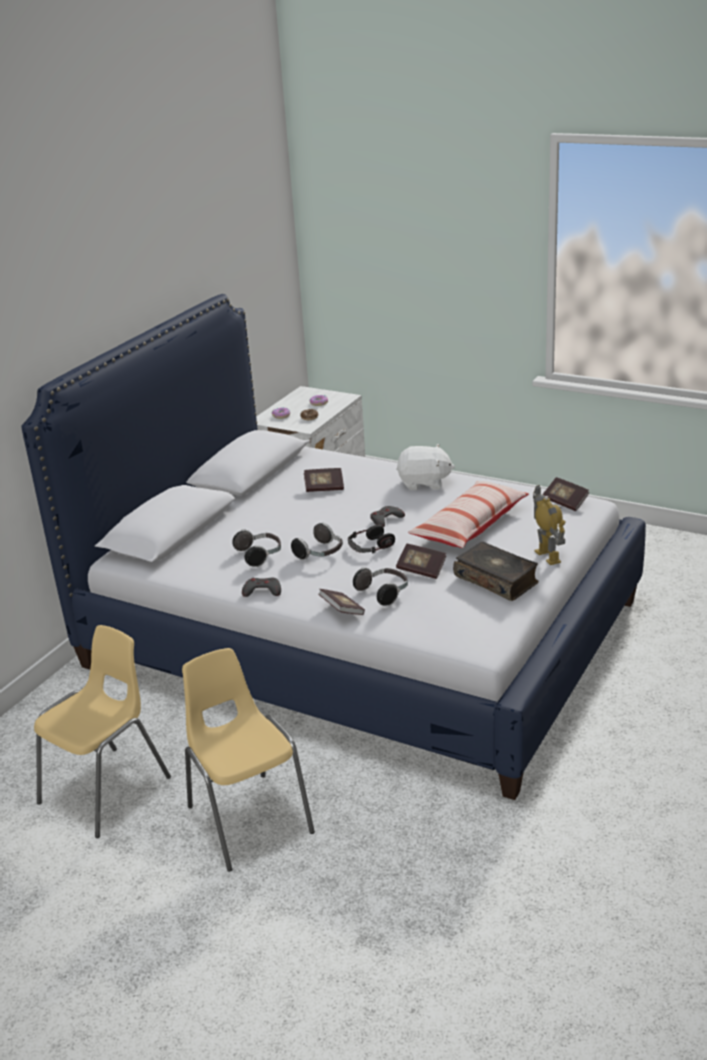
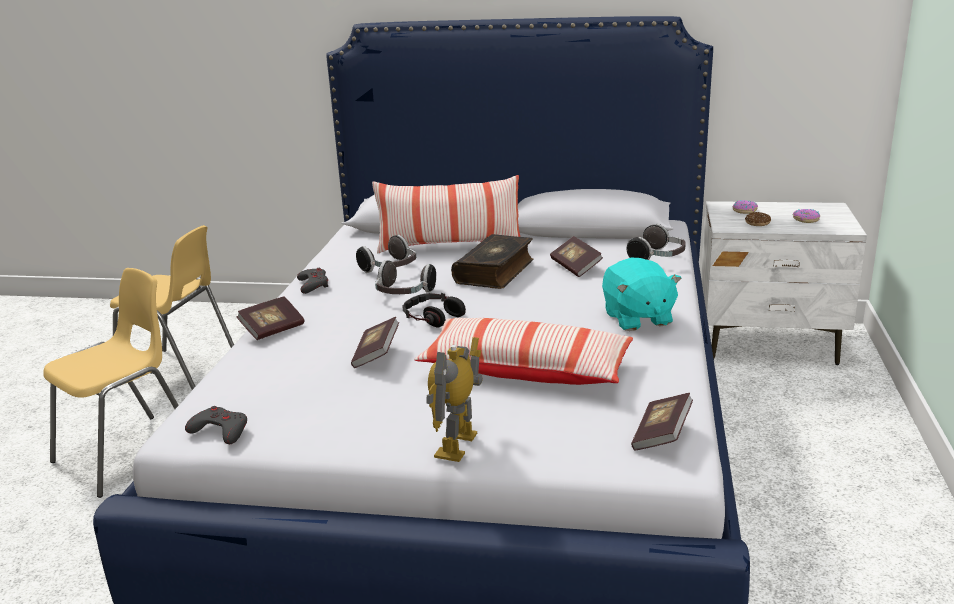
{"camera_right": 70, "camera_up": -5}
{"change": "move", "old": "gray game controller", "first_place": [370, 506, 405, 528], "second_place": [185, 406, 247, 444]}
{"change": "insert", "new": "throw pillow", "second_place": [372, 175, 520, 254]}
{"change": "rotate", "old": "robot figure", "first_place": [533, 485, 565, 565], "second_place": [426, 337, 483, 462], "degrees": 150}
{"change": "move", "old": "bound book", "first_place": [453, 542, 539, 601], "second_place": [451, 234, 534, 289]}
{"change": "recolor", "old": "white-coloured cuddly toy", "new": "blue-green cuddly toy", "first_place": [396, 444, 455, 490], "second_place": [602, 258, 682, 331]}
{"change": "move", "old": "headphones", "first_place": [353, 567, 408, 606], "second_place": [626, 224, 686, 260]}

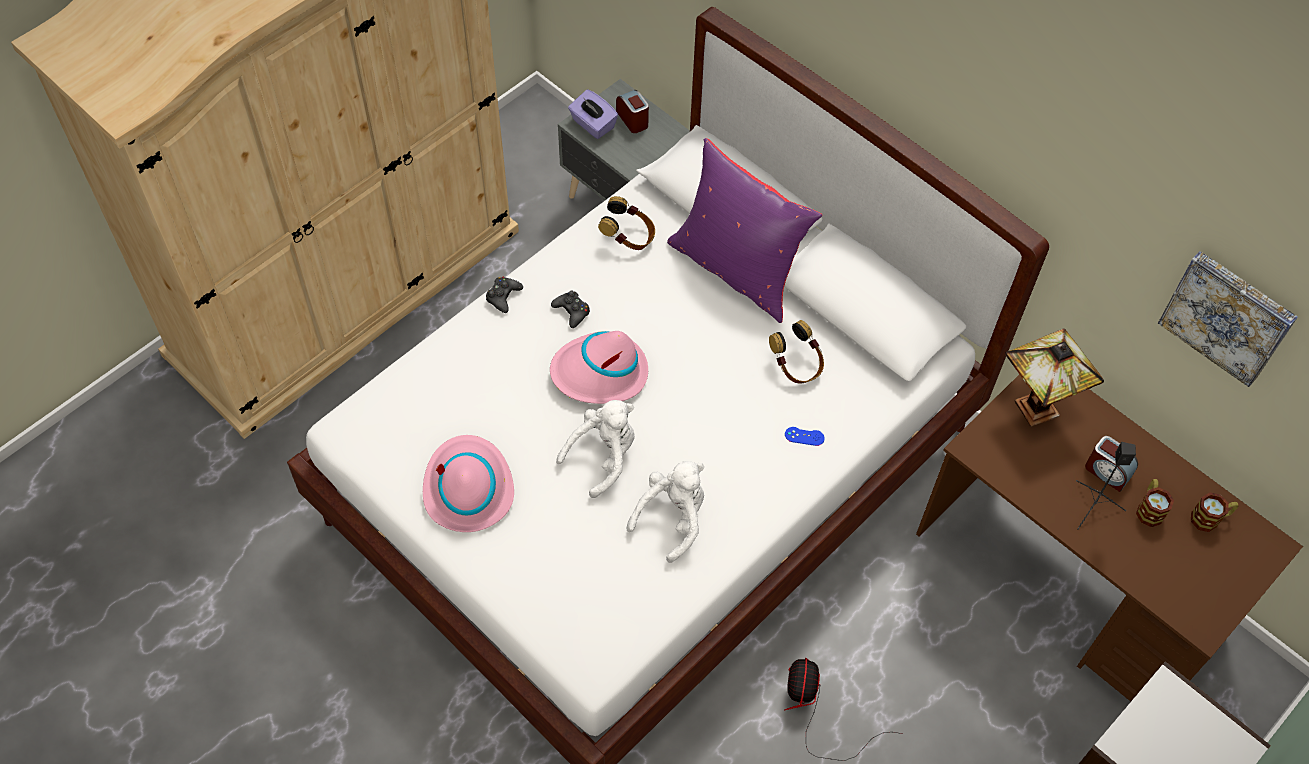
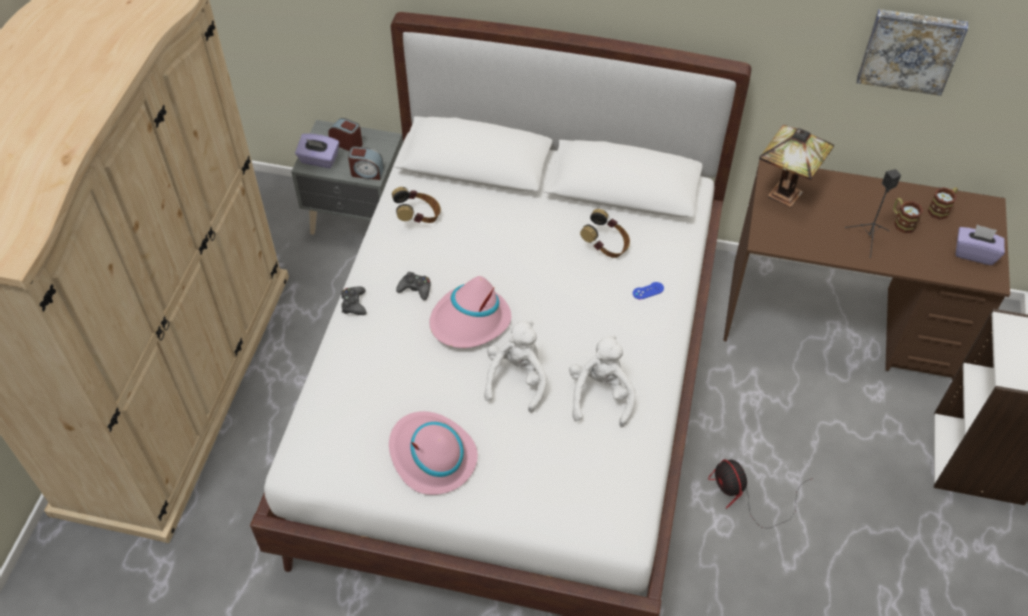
{"camera_right": -30, "camera_up": -5}
{"change": "move", "old": "bedside clock", "first_place": [1085, 436, 1138, 492], "second_place": [348, 146, 384, 180]}
{"change": "insert", "new": "purple-coloured box of tissues", "second_place": [956, 224, 1005, 265]}
{"change": "delete", "old": "purple-coloured throw pillow", "first_place": [667, 138, 822, 323]}

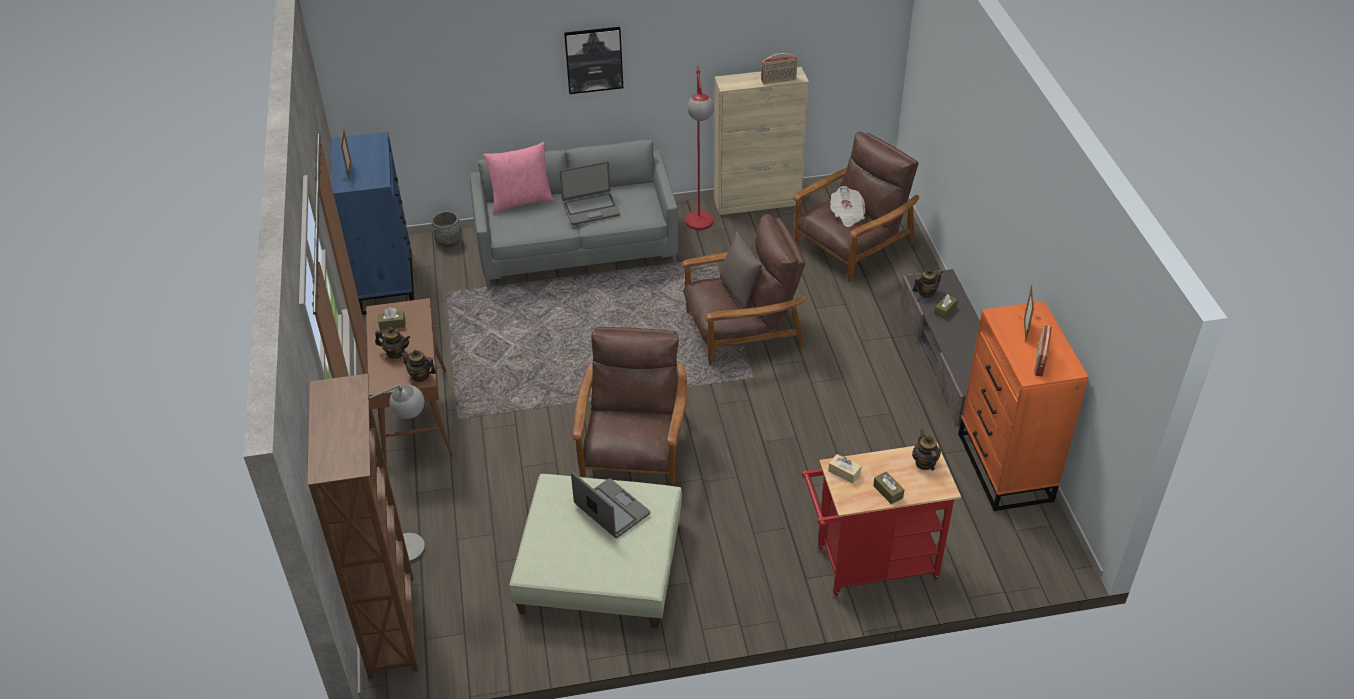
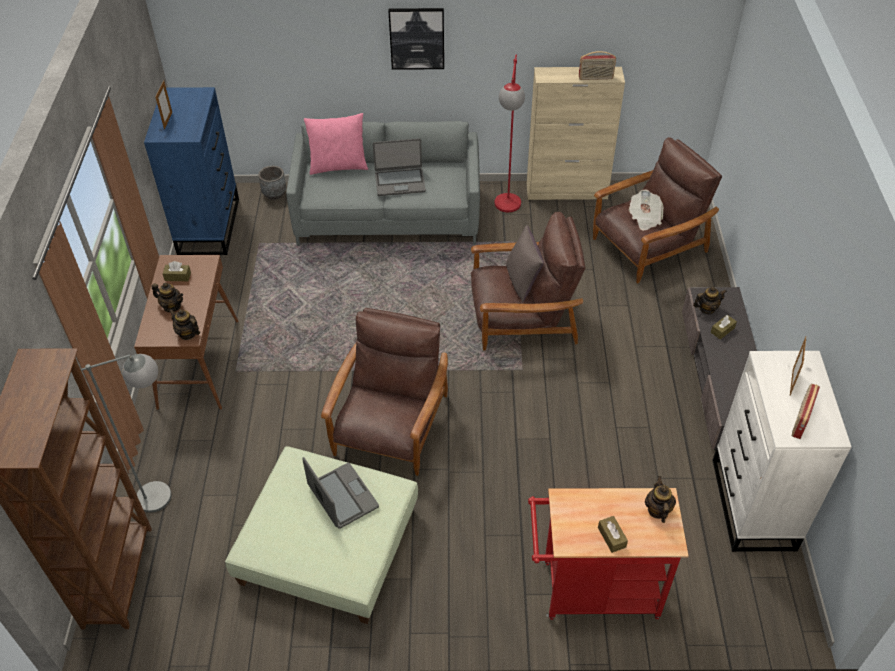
{"camera_right": 10, "camera_up": 5}
{"change": "recolor", "old": "orange chest of drawers", "new": "white-coloured chest of drawers", "first_place": [958, 301, 1089, 511], "second_place": [712, 351, 852, 552]}
{"change": "delete", "old": "beige-coloured box of tissues", "first_place": [828, 454, 862, 483]}

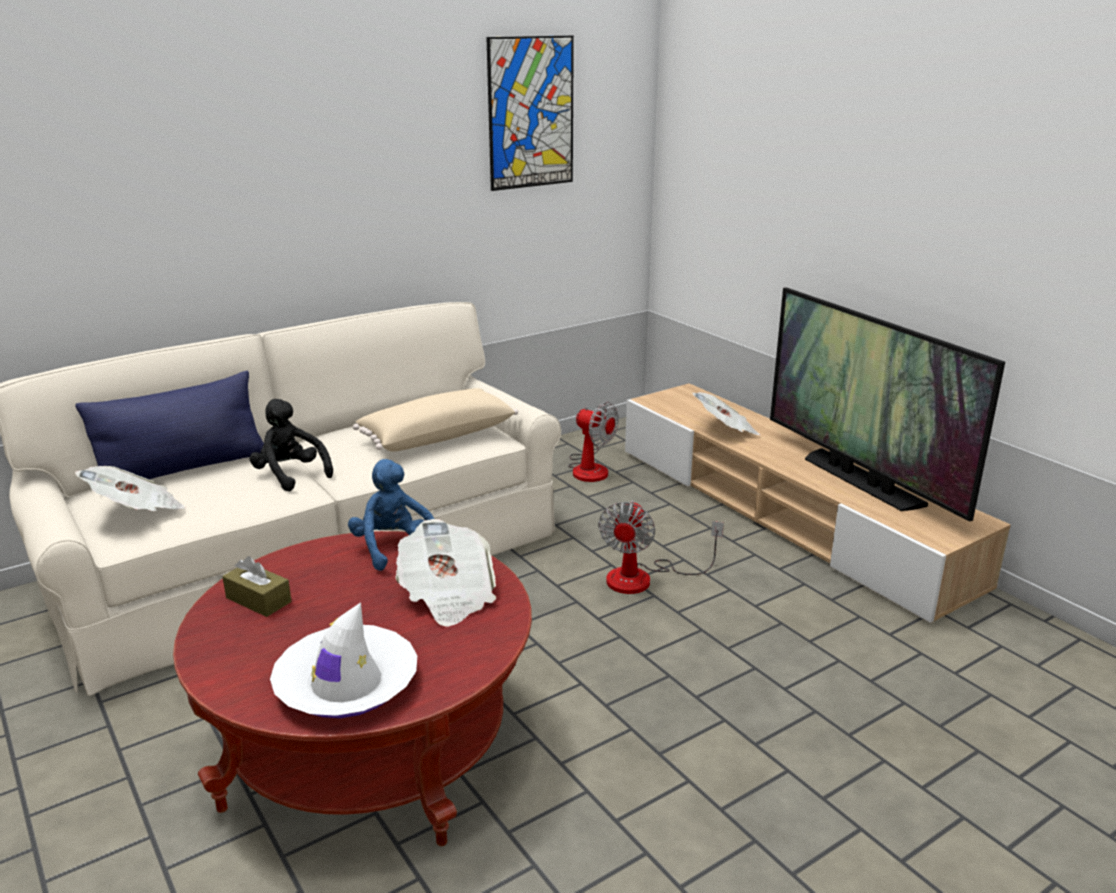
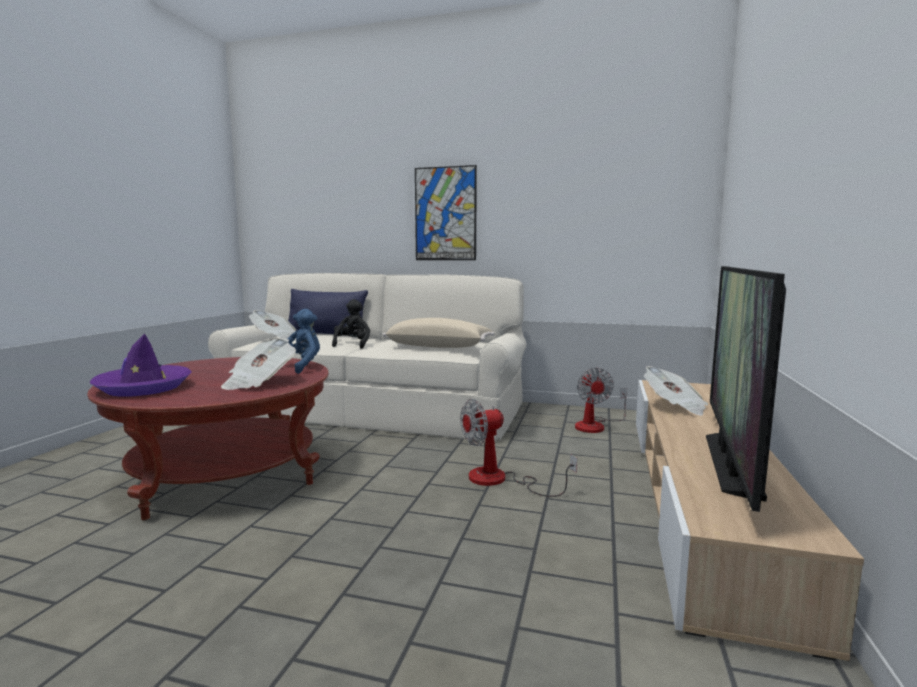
{"camera_right": 50, "camera_up": -15}
{"change": "recolor", "old": "white-coloured hat", "new": "purple-coloured hat", "first_place": [270, 602, 417, 718], "second_place": [90, 333, 192, 397]}
{"change": "move", "old": "wall picture", "first_place": [486, 35, 574, 191], "second_place": [415, 165, 477, 260]}
{"change": "delete", "old": "brown-coloured box of tissues", "first_place": [222, 556, 291, 617]}

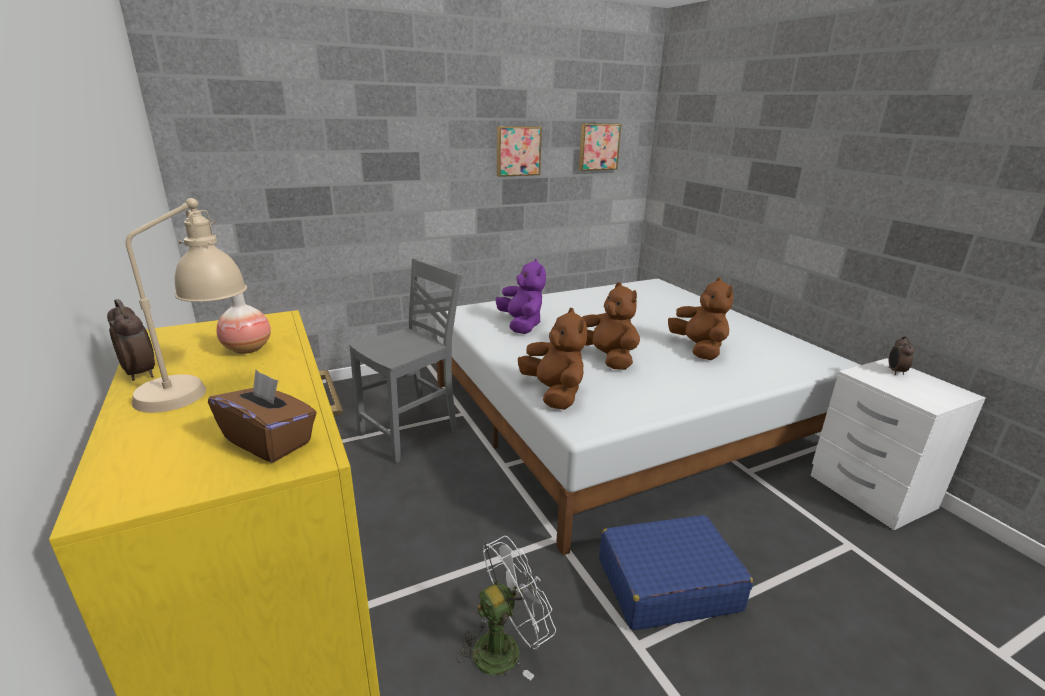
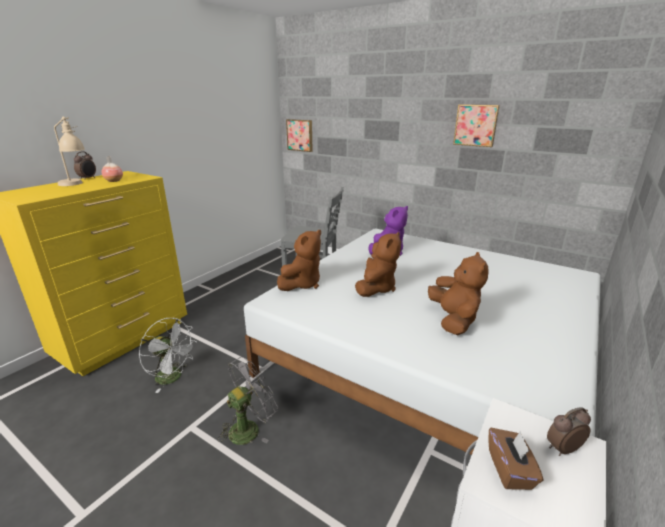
{"camera_right": 60, "camera_up": 0}
{"change": "replace", "old": "bluish travel case", "new": "gray electric fan", "first_place": [599, 515, 753, 630], "second_place": [218, 357, 278, 445]}
{"change": "move", "old": "wall picture", "first_place": [579, 123, 621, 171], "second_place": [286, 119, 313, 152]}
{"change": "rotate", "old": "brown-coloured cuddly toy", "first_place": [668, 278, 733, 360], "second_place": [428, 252, 489, 335], "degrees": -45}
{"change": "move", "old": "brown-coloured box of tissues", "first_place": [208, 370, 317, 463], "second_place": [488, 428, 544, 490]}

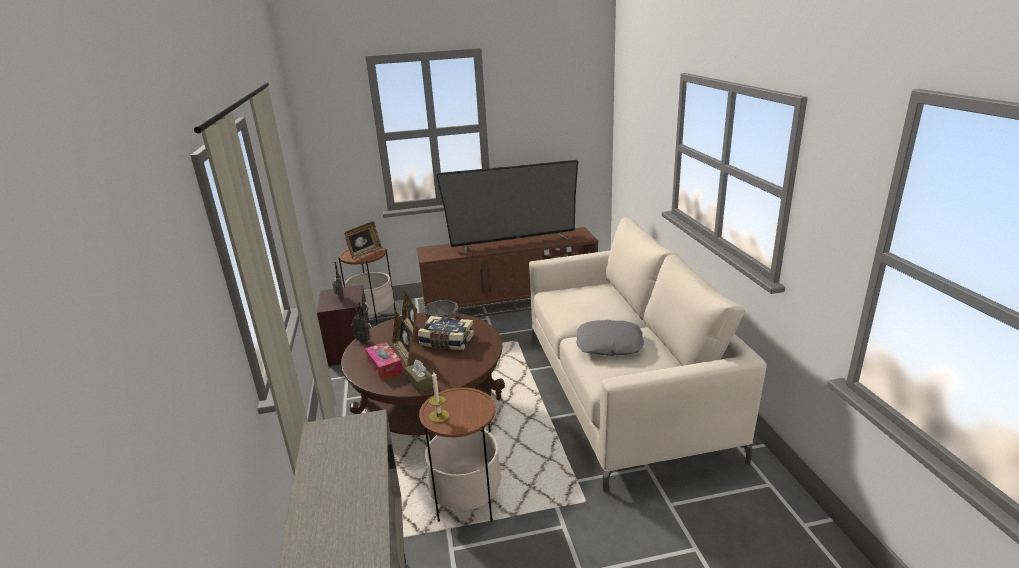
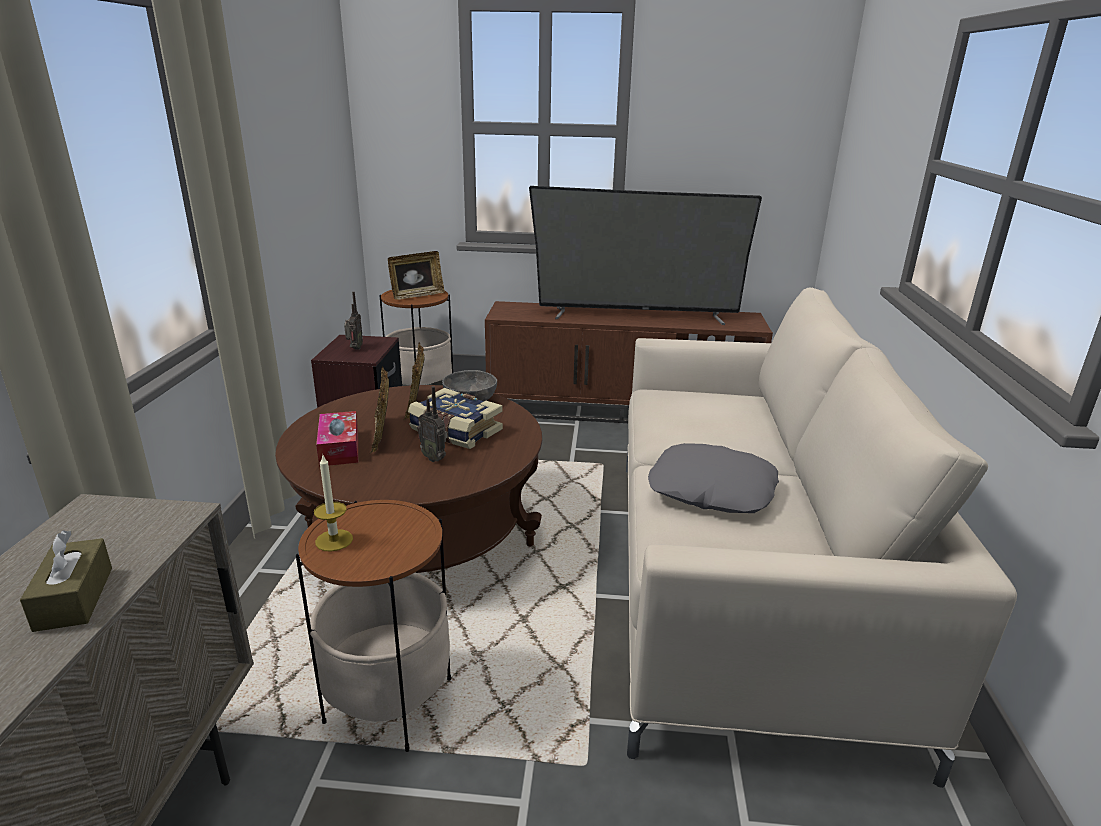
{"camera_right": 15, "camera_up": 0}
{"change": "move", "old": "brown-coloured box of tissues", "first_place": [405, 360, 434, 393], "second_place": [20, 530, 112, 632]}
{"change": "move", "old": "radio set", "first_place": [351, 301, 370, 343], "second_place": [417, 386, 448, 462]}

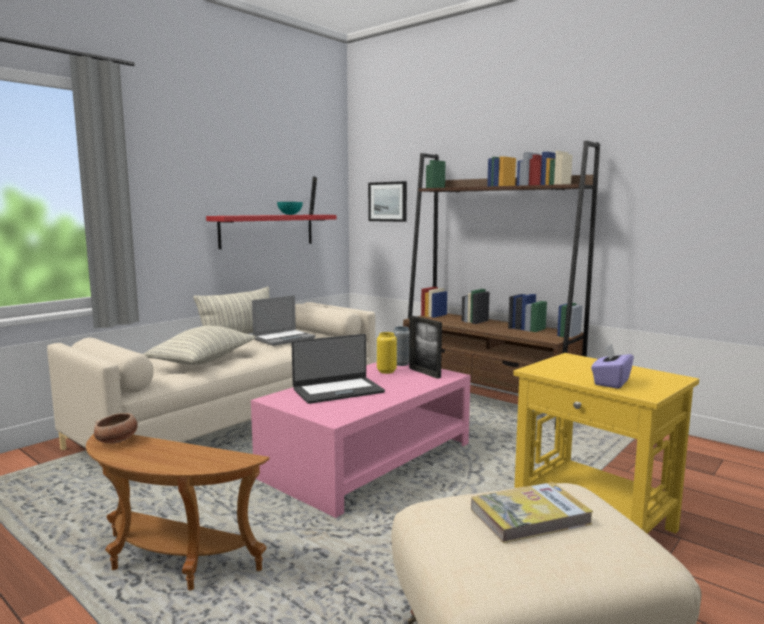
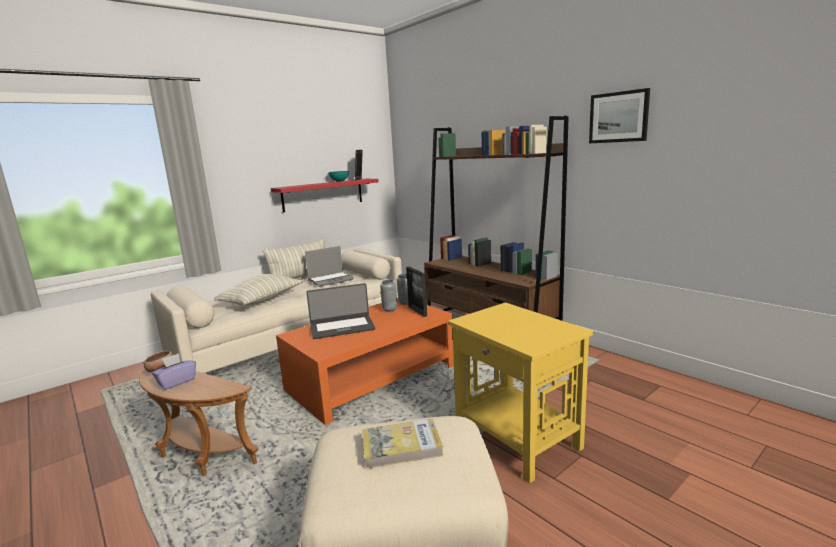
{"camera_right": 10, "camera_up": 5}
{"change": "move", "old": "purple-coloured box of tissues", "first_place": [591, 344, 634, 389], "second_place": [152, 353, 196, 390]}
{"change": "recolor", "old": "pinkish coffee table", "new": "orange coffee table", "first_place": [251, 362, 470, 518], "second_place": [276, 298, 454, 425]}
{"change": "recolor", "old": "yellowish vase", "new": "gray vase", "first_place": [377, 332, 397, 374], "second_place": [380, 280, 397, 312]}
{"change": "move", "old": "wall picture", "first_place": [368, 181, 407, 222], "second_place": [589, 88, 650, 143]}

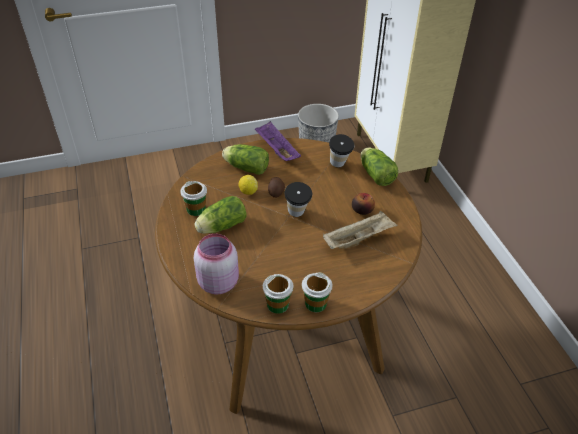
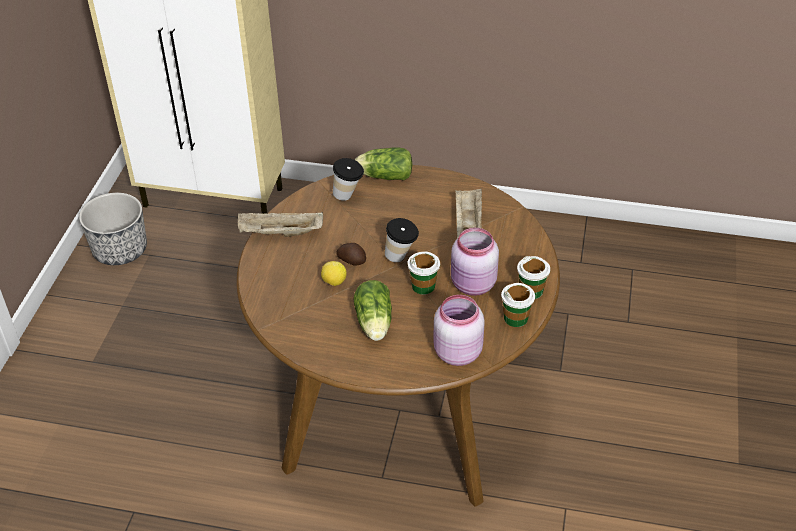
{"camera_right": -60, "camera_up": 0}
{"change": "recolor", "old": "purple-coloured tray", "new": "beige-coloured tray", "first_place": [255, 121, 301, 161], "second_place": [238, 212, 323, 237]}
{"change": "move", "old": "drinking cup", "first_place": [180, 181, 207, 216], "second_place": [408, 251, 440, 295]}
{"change": "insert", "new": "pinkish jar", "second_place": [451, 228, 499, 296]}
{"change": "delete", "old": "lettuce head", "first_place": [222, 144, 269, 175]}
{"change": "delete", "old": "whole apple", "first_place": [352, 193, 375, 215]}

